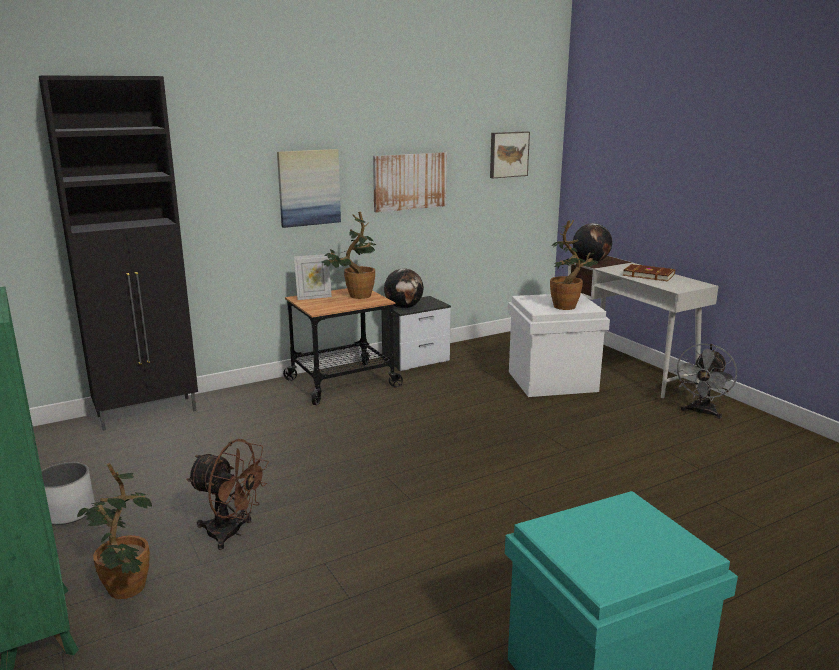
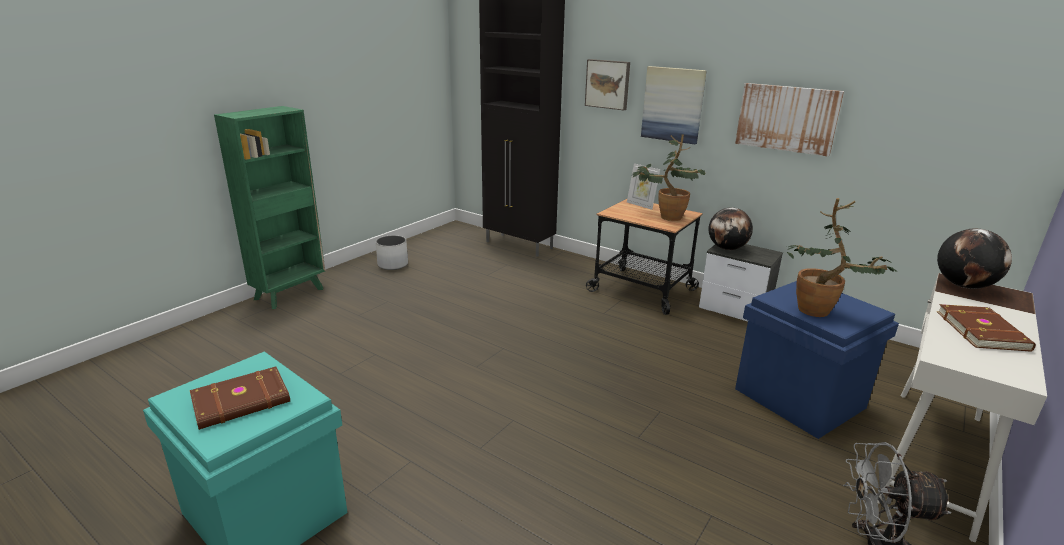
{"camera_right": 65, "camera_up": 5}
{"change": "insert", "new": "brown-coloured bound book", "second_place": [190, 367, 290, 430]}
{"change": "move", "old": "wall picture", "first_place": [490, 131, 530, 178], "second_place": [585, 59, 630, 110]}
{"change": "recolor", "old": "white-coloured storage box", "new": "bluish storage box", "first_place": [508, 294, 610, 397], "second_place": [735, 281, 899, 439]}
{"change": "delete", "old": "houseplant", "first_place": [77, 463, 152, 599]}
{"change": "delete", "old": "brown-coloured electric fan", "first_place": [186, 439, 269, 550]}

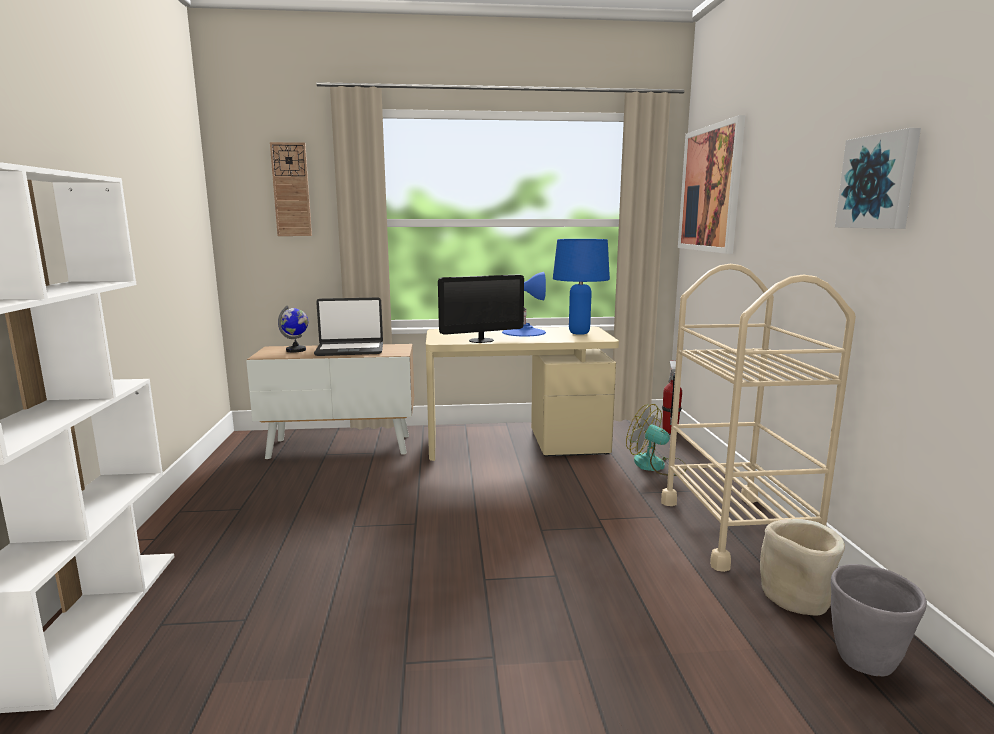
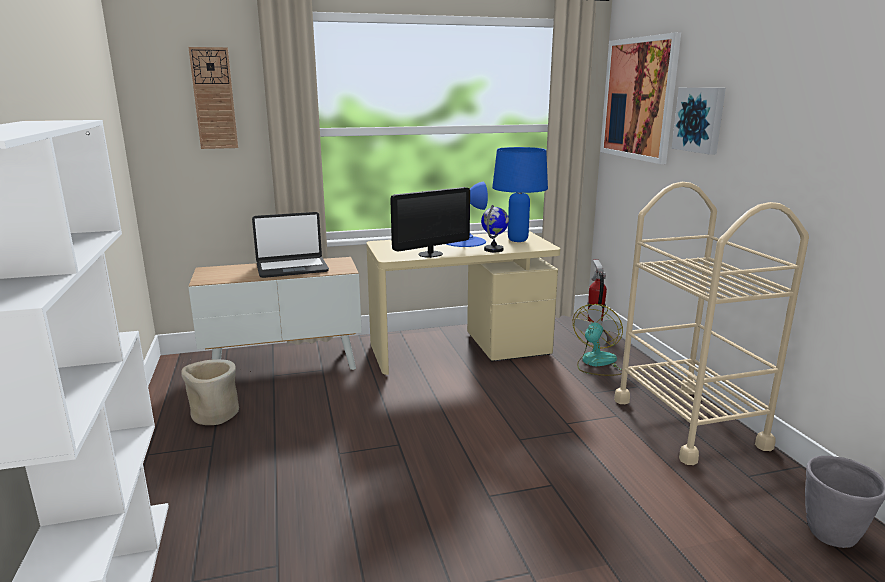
{"camera_right": -10, "camera_up": 5}
{"change": "move", "old": "beige-coloured plant pot", "first_place": [760, 519, 845, 615], "second_place": [181, 359, 239, 425]}
{"change": "move", "old": "globe", "first_place": [278, 306, 308, 353], "second_place": [481, 205, 509, 252]}
{"change": "rotate", "old": "electric fan", "first_place": [626, 404, 686, 476], "second_place": [573, 304, 623, 376], "degrees": 90}
{"change": "move", "old": "wall picture", "first_place": [835, 128, 921, 229], "second_place": [672, 88, 726, 155]}

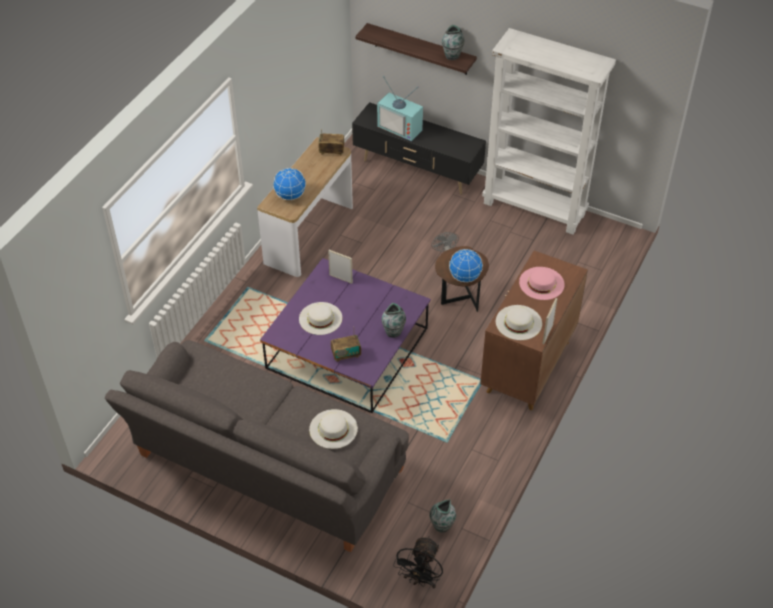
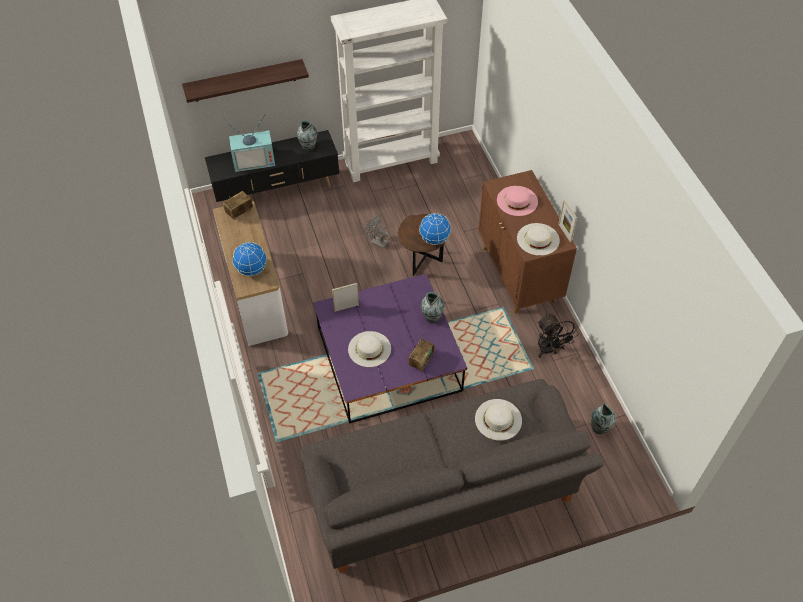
{"camera_right": -45, "camera_up": 5}
{"change": "move", "old": "vase", "first_place": [442, 25, 465, 60], "second_place": [297, 121, 317, 151]}
{"change": "move", "old": "black-coloured electric fan", "first_place": [393, 536, 443, 588], "second_place": [538, 313, 579, 358]}

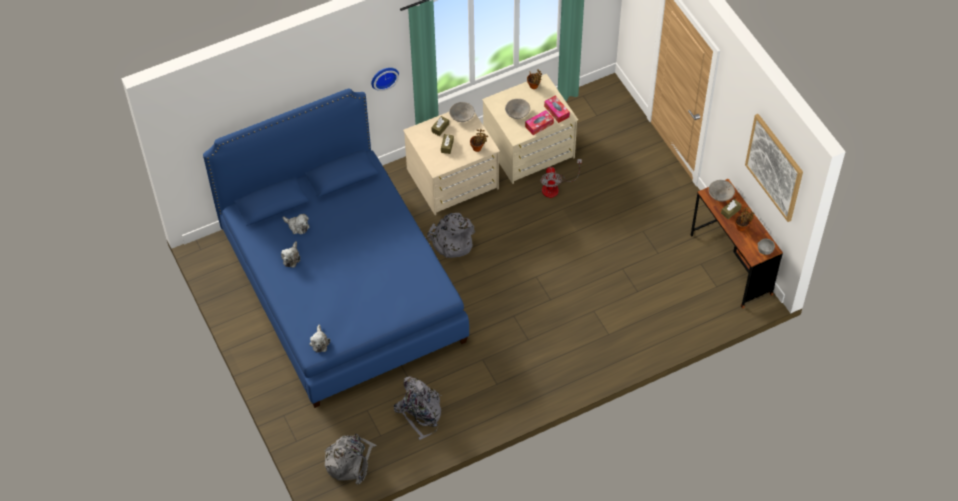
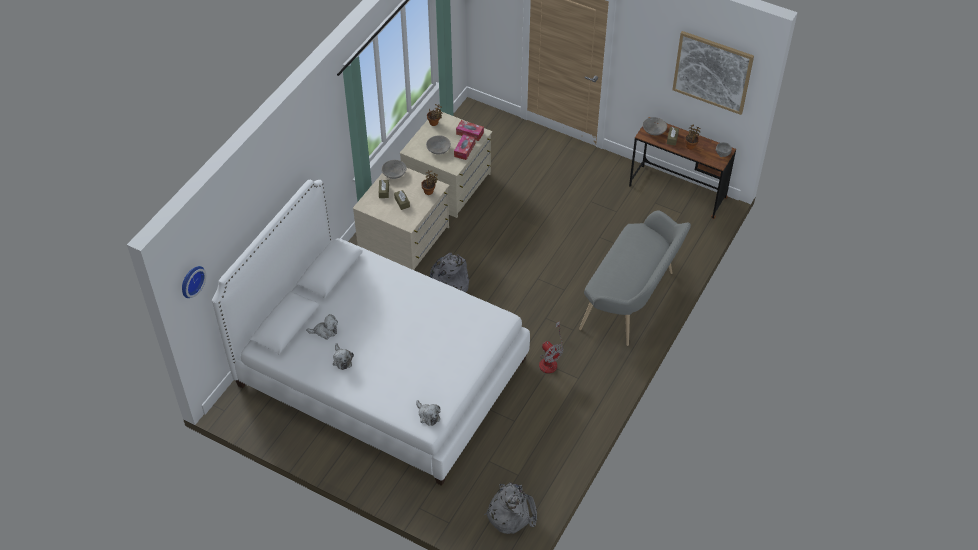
{"camera_right": -35, "camera_up": -5}
{"change": "move", "old": "clock on the wall", "first_place": [371, 68, 399, 91], "second_place": [182, 266, 206, 298]}
{"change": "recolor", "old": "bluish bedroom bed", "new": "white-coloured bedroom bed", "first_place": [203, 89, 469, 408], "second_place": [212, 180, 530, 486]}
{"change": "move", "old": "electric fan", "first_place": [540, 159, 582, 198], "second_place": [539, 321, 563, 374]}
{"change": "insert", "new": "gray long seat", "second_place": [579, 210, 691, 346]}
{"change": "delete", "old": "gray rucksack", "first_place": [394, 377, 442, 440]}

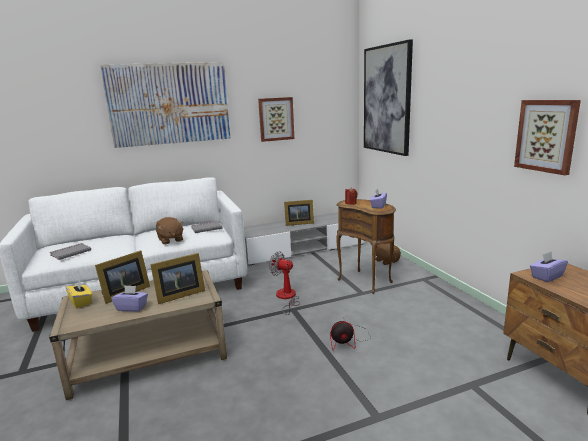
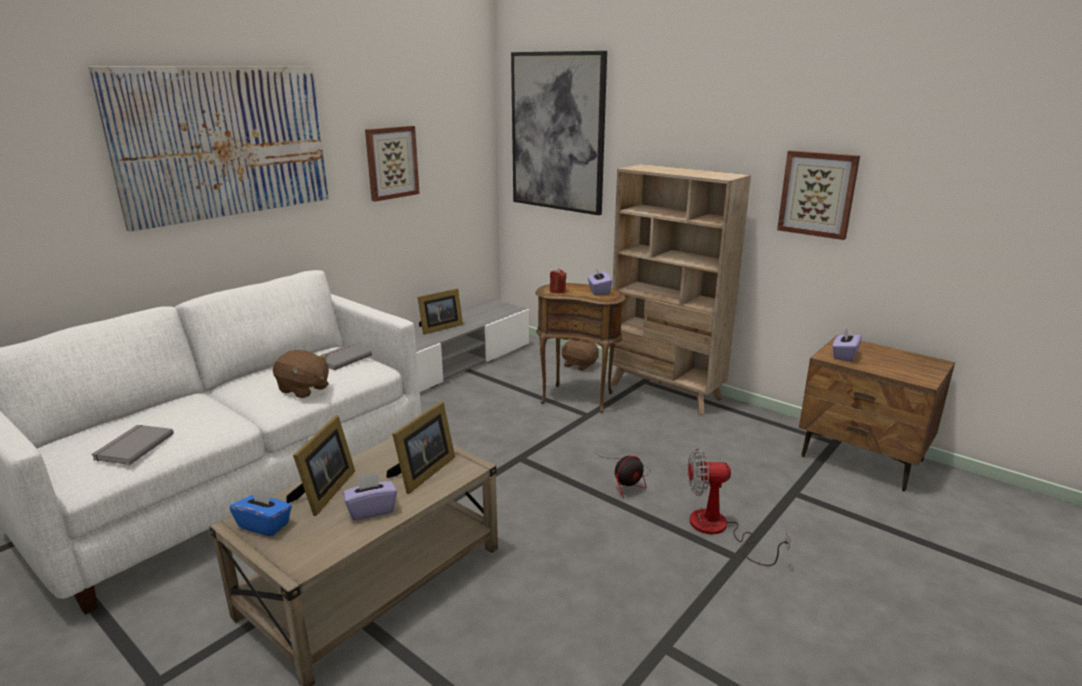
{"camera_right": -30, "camera_up": 5}
{"change": "recolor", "old": "yellowish box of tissues", "new": "bluish box of tissues", "first_place": [66, 280, 92, 308], "second_place": [230, 487, 292, 536]}
{"change": "insert", "new": "beige-coloured shelving unit", "second_place": [611, 164, 751, 415]}
{"change": "move", "old": "electric fan", "first_place": [269, 251, 300, 315], "second_place": [688, 449, 791, 566]}

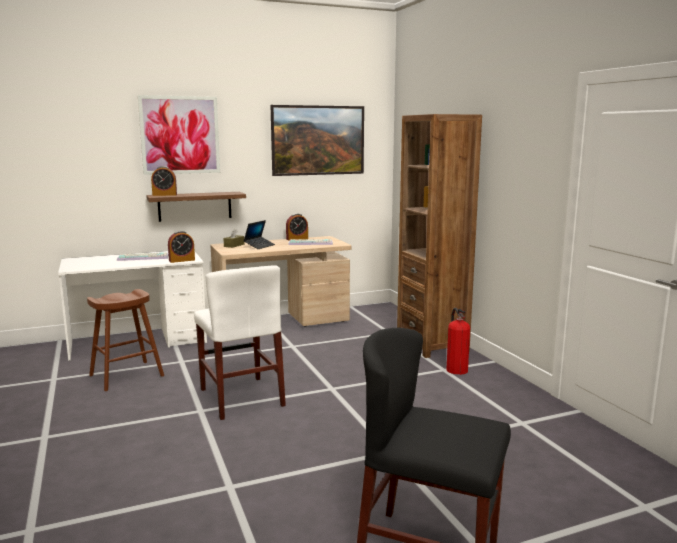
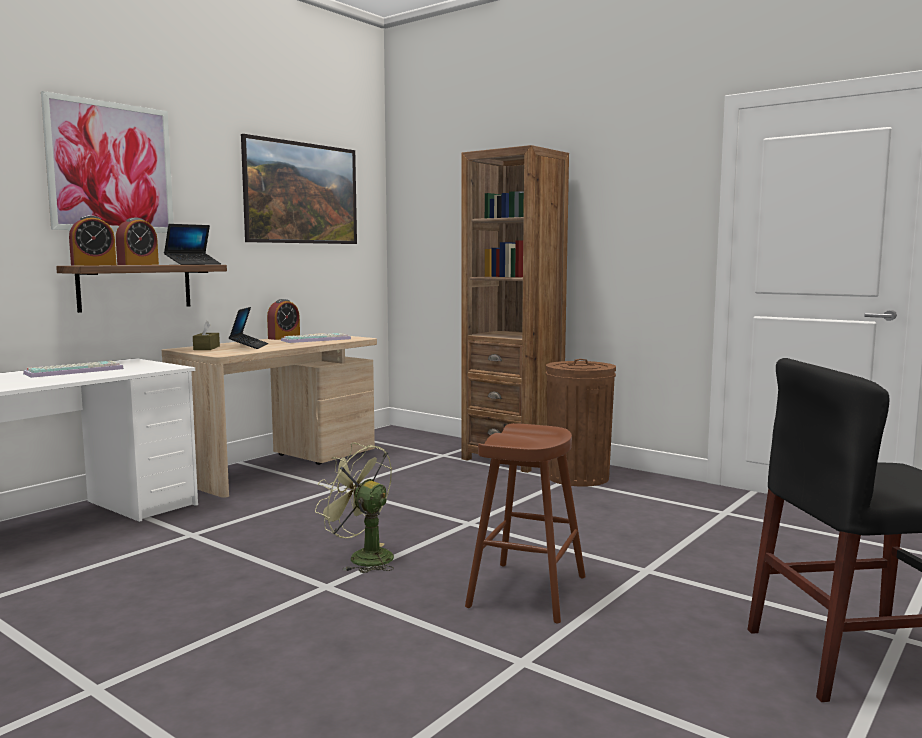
{"camera_right": -30, "camera_up": -5}
{"change": "move", "old": "bedside clock", "first_place": [168, 231, 195, 263], "second_place": [116, 218, 159, 265]}
{"change": "insert", "new": "notebook computer", "second_place": [164, 224, 221, 265]}
{"change": "replace", "old": "white-coloured upright chair", "new": "green electric fan", "first_place": [194, 265, 286, 420], "second_place": [315, 443, 394, 573]}
{"change": "move", "old": "brown-coloured sitting stool", "first_place": [87, 289, 164, 391], "second_place": [465, 423, 586, 624]}
{"change": "replace", "old": "fire-fighting cylinder", "new": "brown-coloured rubbish bin", "first_place": [446, 308, 470, 375], "second_place": [546, 359, 616, 487]}

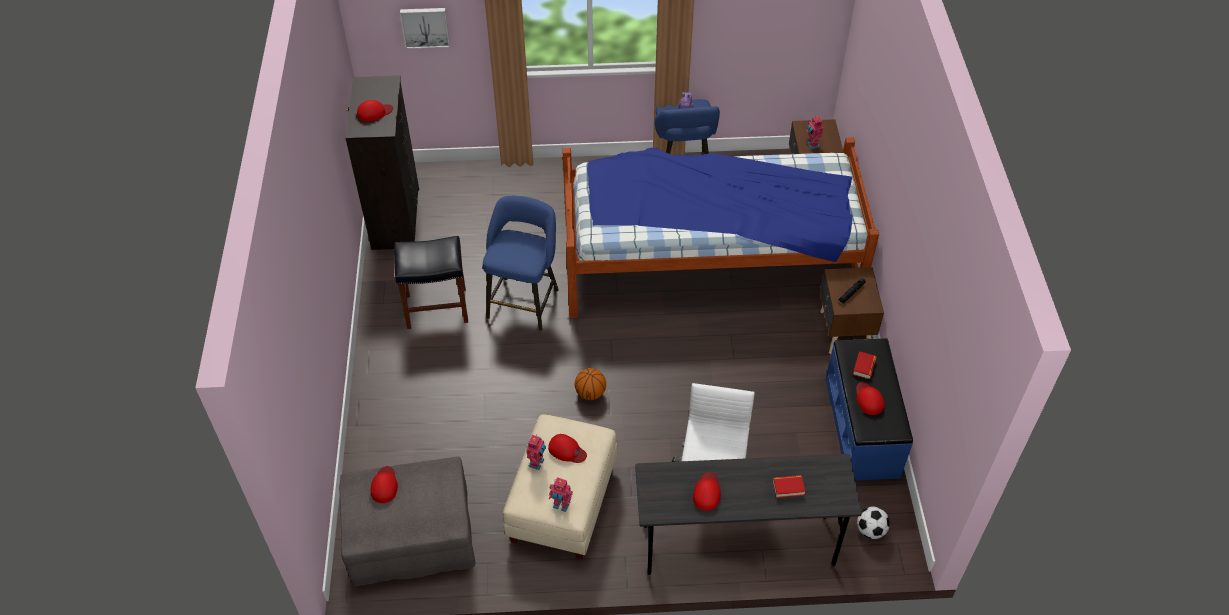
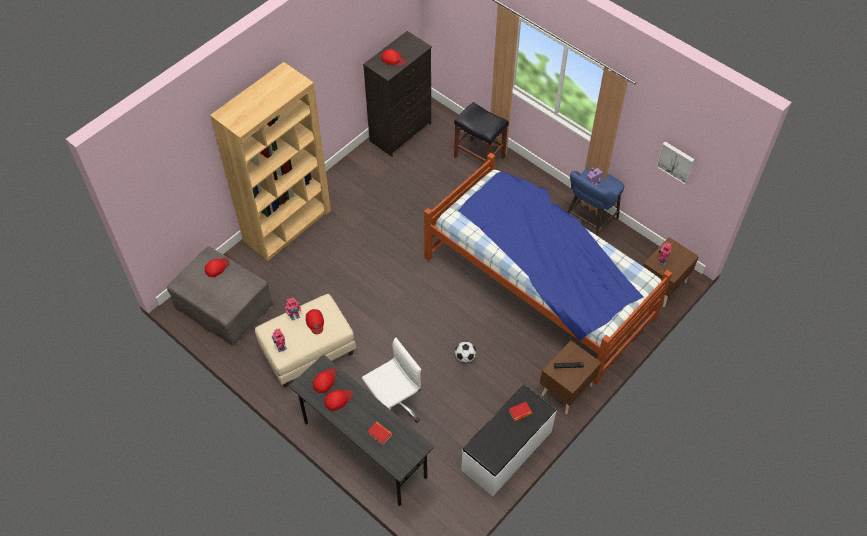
{"camera_right": 45, "camera_up": 5}
{"change": "insert", "new": "brown-coloured shelving unit", "second_place": [210, 62, 331, 261]}
{"change": "move", "old": "reddish cap", "first_place": [856, 382, 884, 415], "second_place": [313, 368, 337, 393]}
{"change": "move", "old": "black-coloured sitting stool", "first_place": [394, 236, 468, 329], "second_place": [454, 102, 509, 163]}
{"change": "move", "old": "football ball", "first_place": [857, 506, 890, 539], "second_place": [455, 342, 476, 363]}
{"change": "recolor", "old": "bluish long seat", "new": "white-coloured long seat", "first_place": [825, 338, 913, 481], "second_place": [461, 385, 556, 496]}
{"change": "move", "old": "wall picture", "first_place": [400, 8, 450, 49], "second_place": [656, 142, 695, 184]}
{"change": "delete", "old": "bluish sitting stool", "first_place": [483, 196, 559, 331]}
{"change": "delete", "old": "basketball", "first_place": [575, 368, 606, 400]}

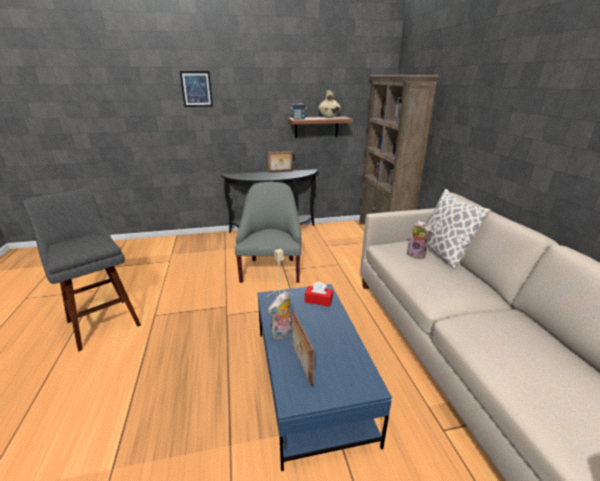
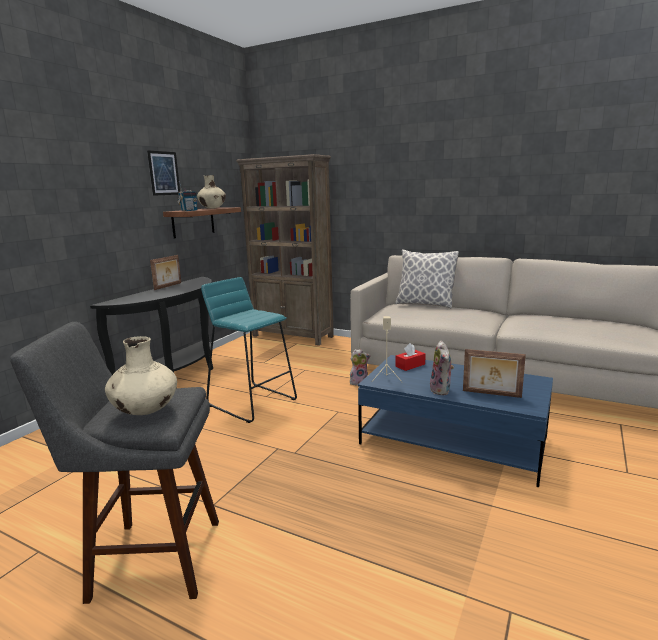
{"camera_right": -50, "camera_up": -10}
{"change": "insert", "new": "beige-coloured vase", "second_place": [105, 336, 177, 415]}
{"change": "move", "old": "wall picture", "first_place": [180, 71, 213, 107], "second_place": [147, 150, 180, 196]}
{"change": "replace", "old": "gray easy chair", "new": "blue-green sitting stool", "first_place": [235, 182, 302, 283], "second_place": [201, 277, 297, 423]}
{"change": "move", "old": "cuddly toy", "first_place": [407, 221, 434, 259], "second_place": [350, 349, 370, 385]}

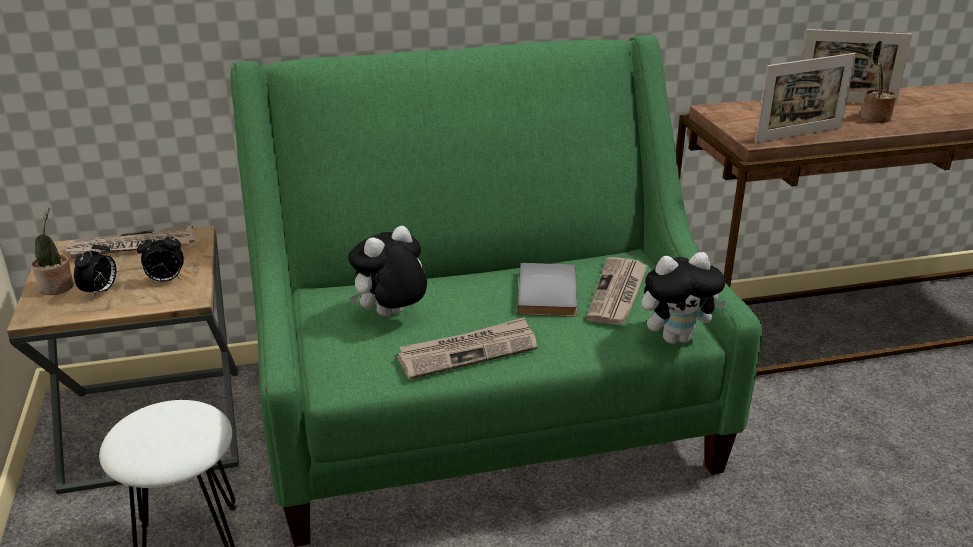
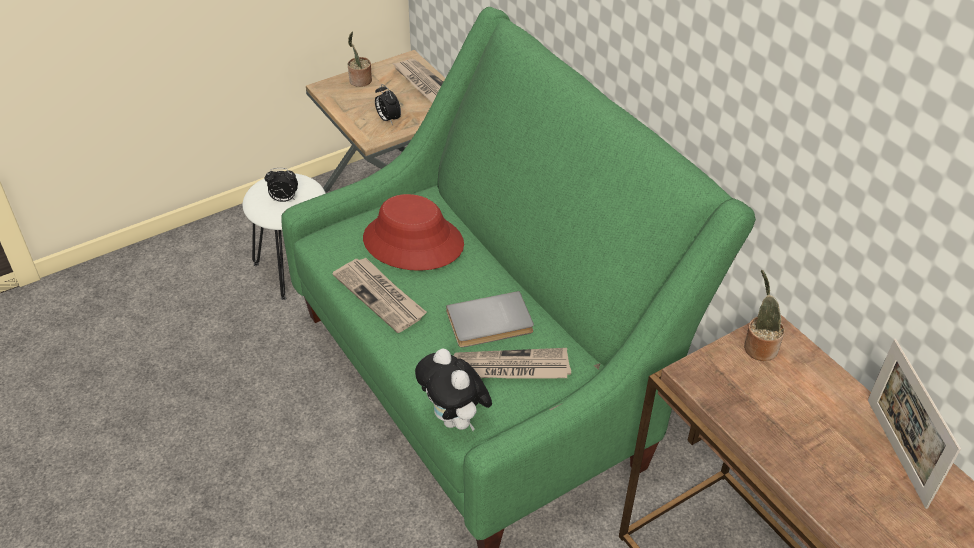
{"camera_right": 70, "camera_up": 15}
{"change": "move", "old": "bedside clock", "first_place": [74, 240, 117, 299], "second_place": [264, 168, 298, 202]}
{"change": "replace", "old": "cuddly toy", "new": "reddish hat", "first_place": [348, 225, 427, 317], "second_place": [363, 194, 464, 271]}
{"change": "move", "old": "houseplant", "first_place": [861, 40, 896, 123], "second_place": [744, 270, 785, 361]}
{"change": "delete", "old": "picture frame", "first_place": [755, 53, 856, 143]}

